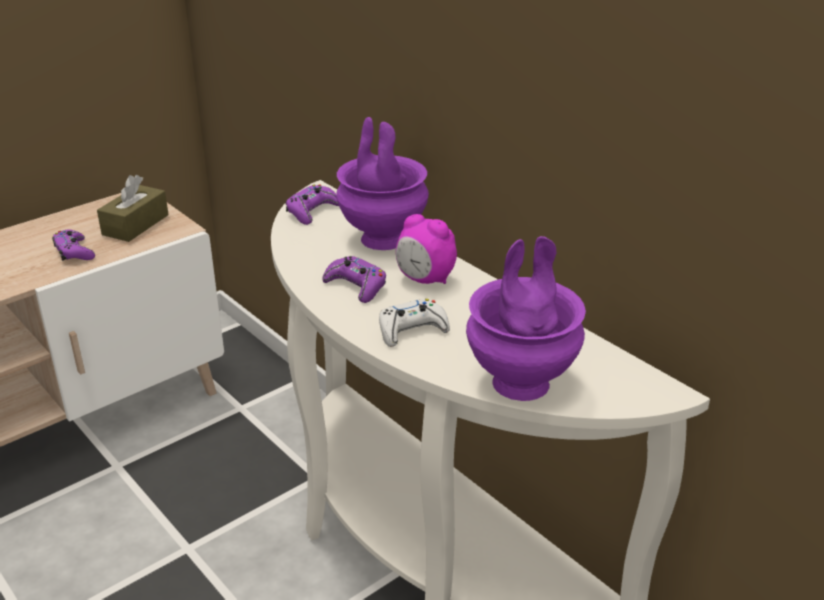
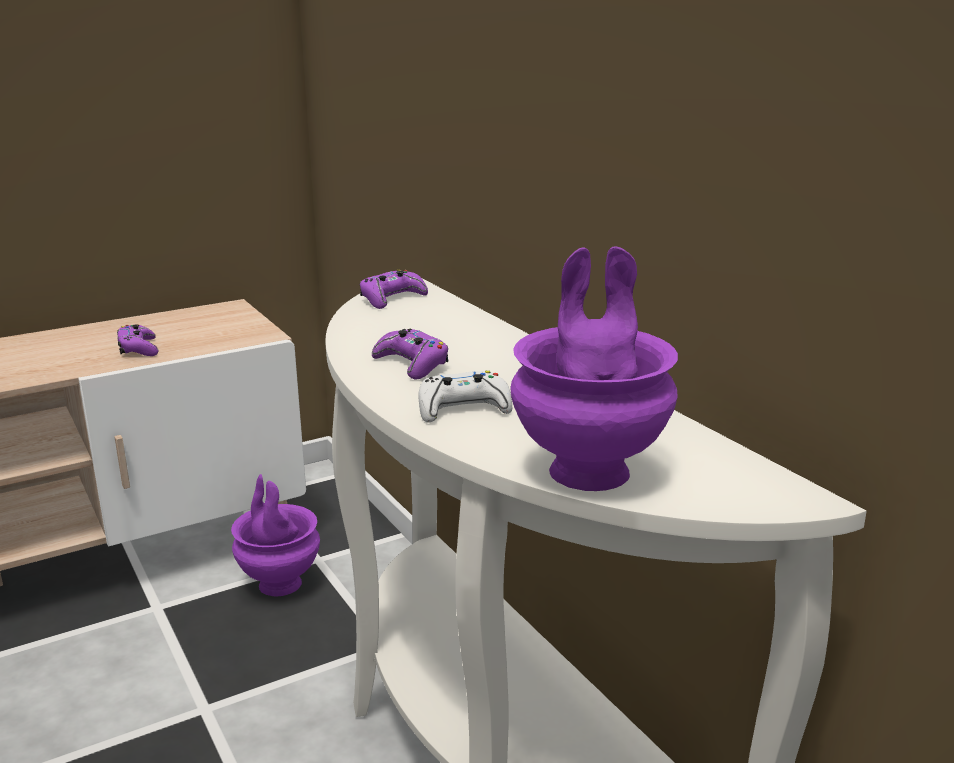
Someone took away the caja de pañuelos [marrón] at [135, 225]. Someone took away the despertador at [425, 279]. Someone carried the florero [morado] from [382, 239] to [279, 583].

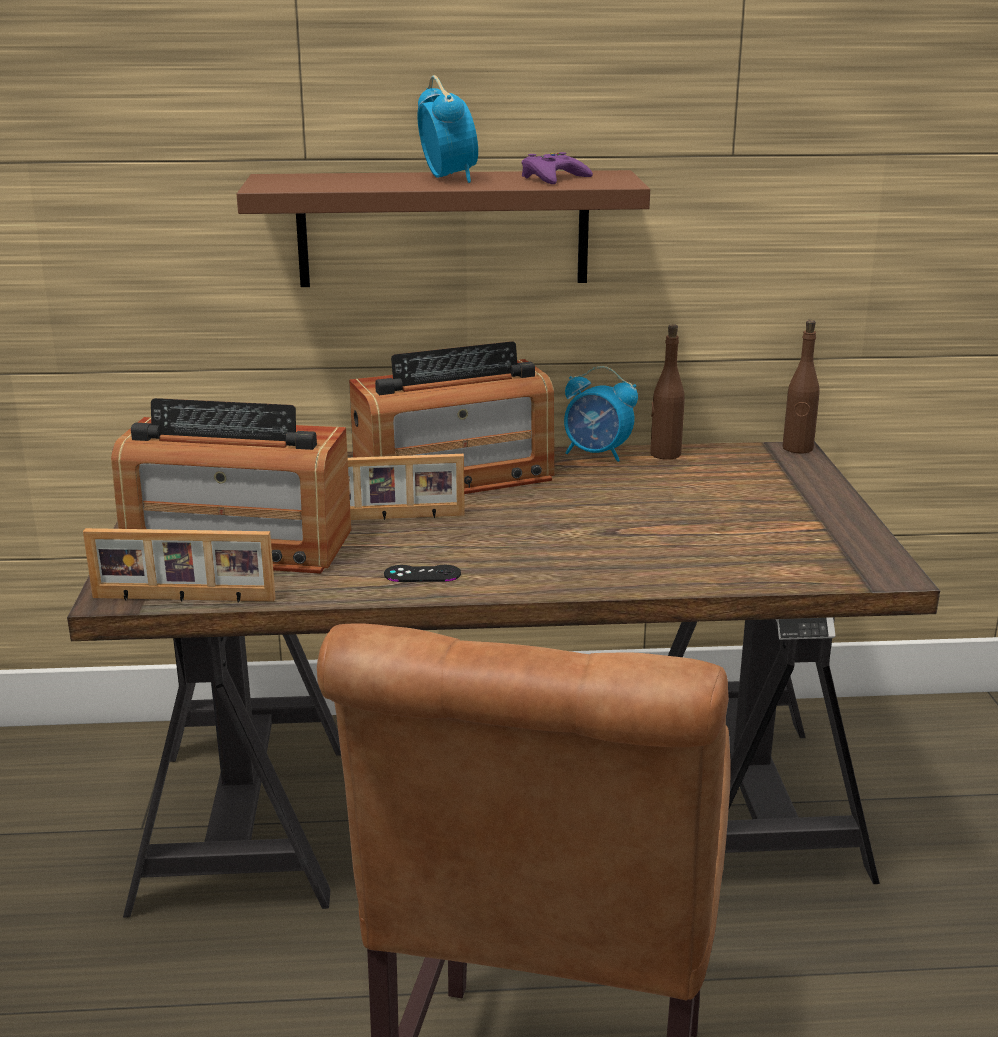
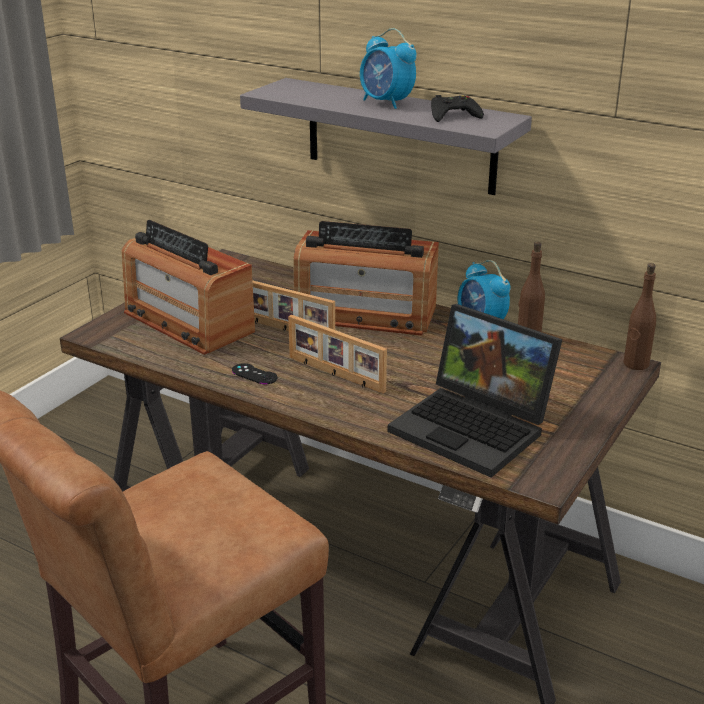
Someone put down the portátil at [475, 428]. Someone carried the portarretratos from [183, 599] to [335, 374]. Someone repainted the estante [marrón] at [443, 229], which became the estante [gris] at [400, 136]. Someone repainted the mando de consola [morado] at [553, 178], which became the mando de consola [negro] at [453, 115]. Someone rotated the despertador at [448, 178] by 120 degrees clockwise.

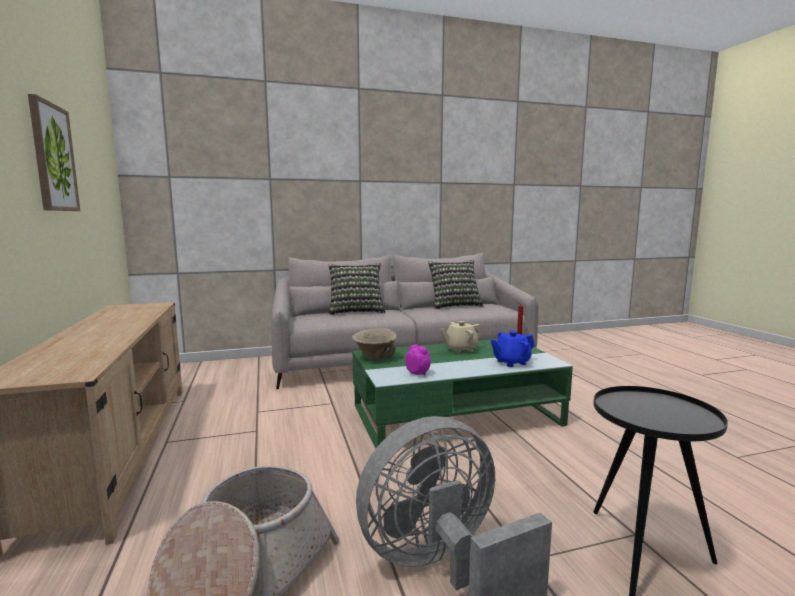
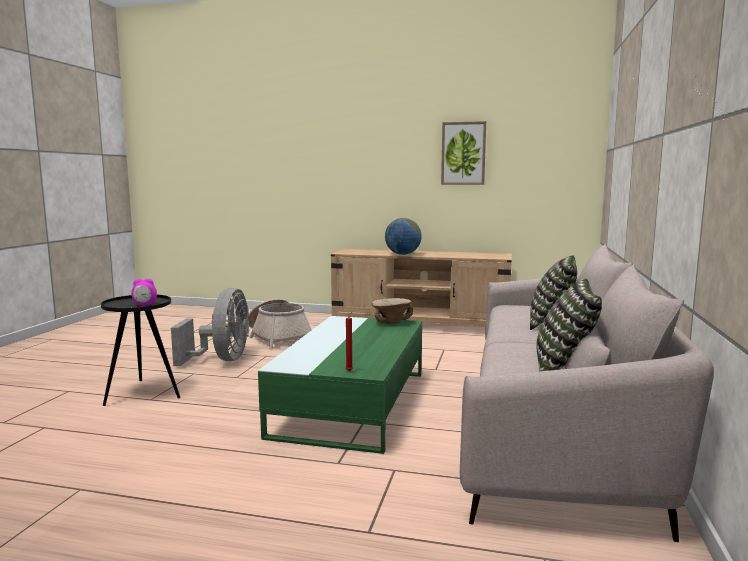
Someone took away the tetera [beis] at [460, 349]. Someone took away the tetera [azul] at [511, 362]. Someone put down the globo terráqueo at [403, 254]. Someone carried the despertador from [418, 373] to [145, 305].

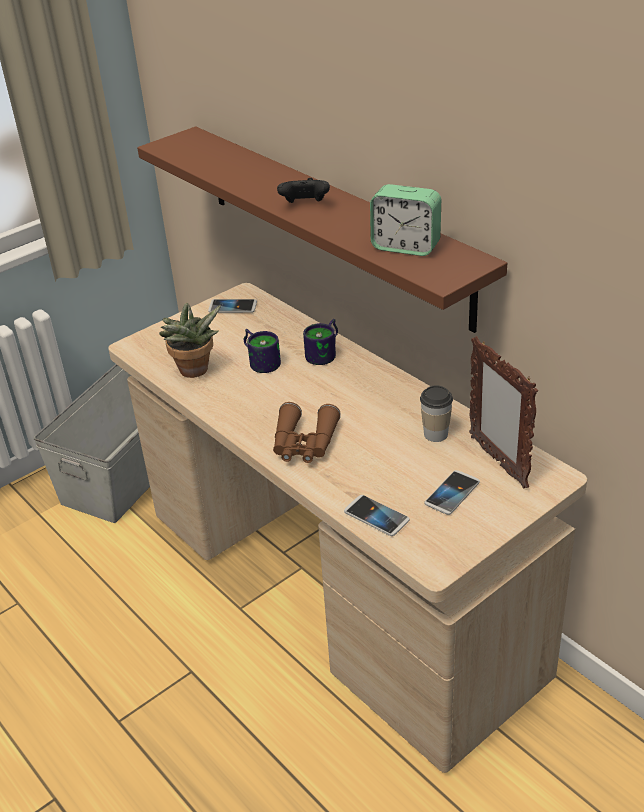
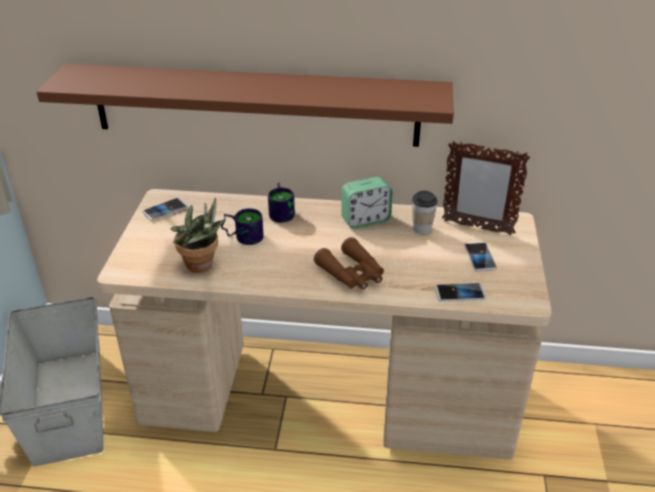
Someone took away the mando de consola [negro] at [305, 205]. Someone carried the despertador from [406, 247] to [365, 220].

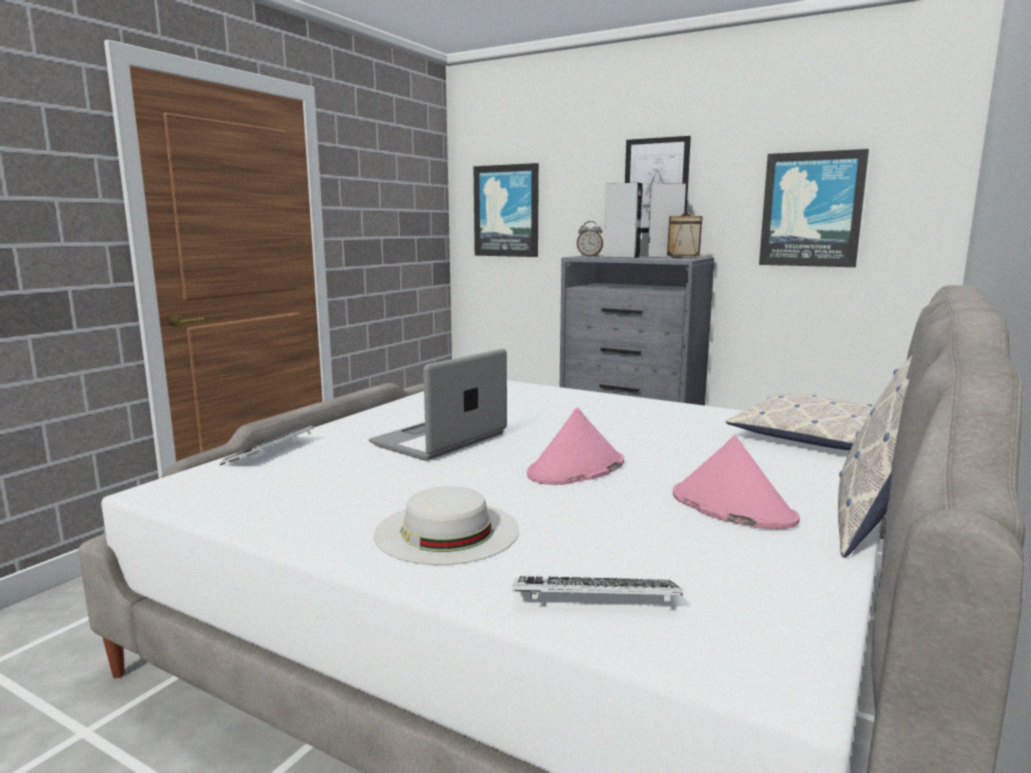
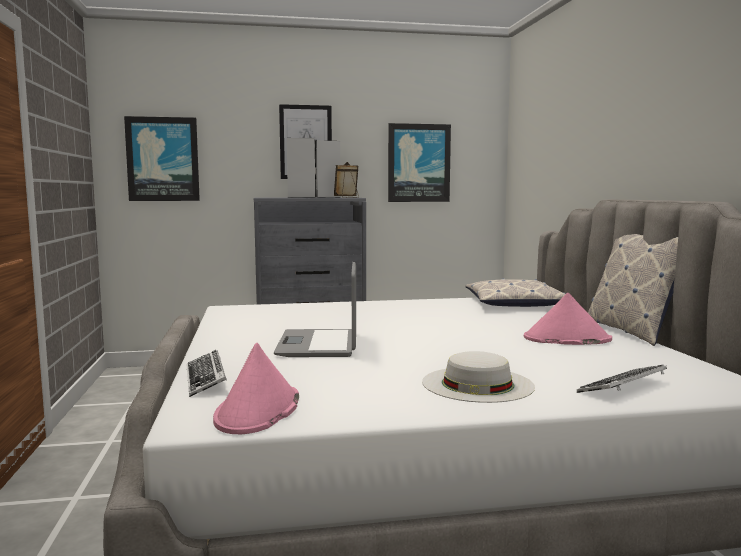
Someone took away the despertador at [589, 256]. Someone carried the sombrero [rosa] from [576, 469] to [258, 411].

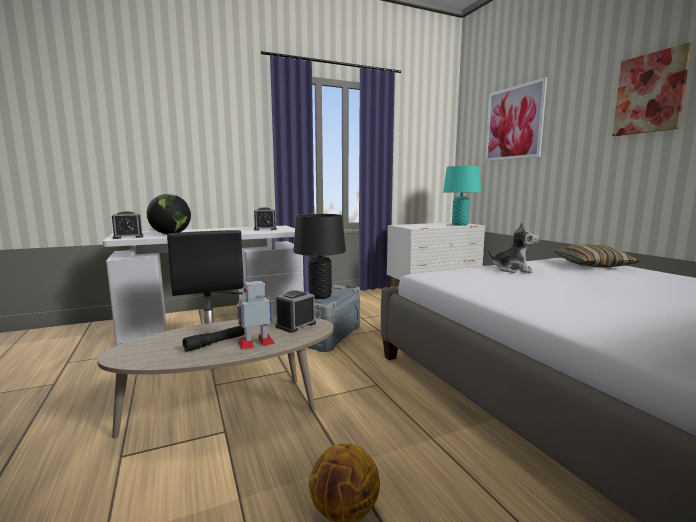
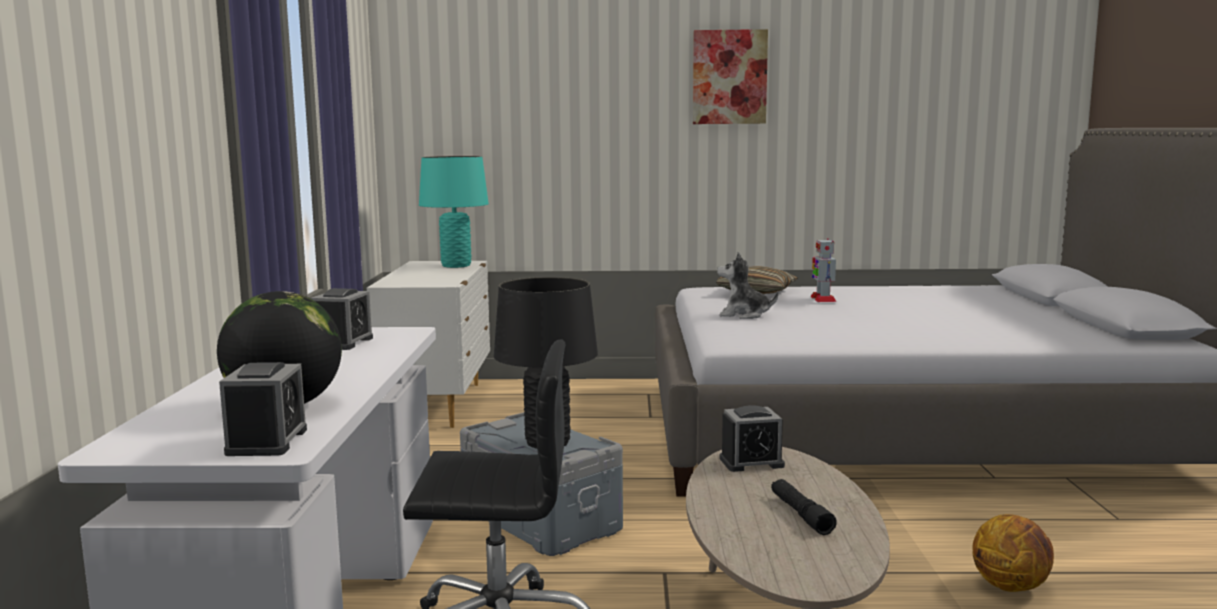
Someone took away the cuadro at [513, 123]. Someone carried the robot de juguete from [256, 343] to [822, 299]. Someone rotated the despertador at [296, 325] by 75 degrees counterclockwise. Someone rotated the peluche at [512, 270] by 120 degrees counterclockwise.

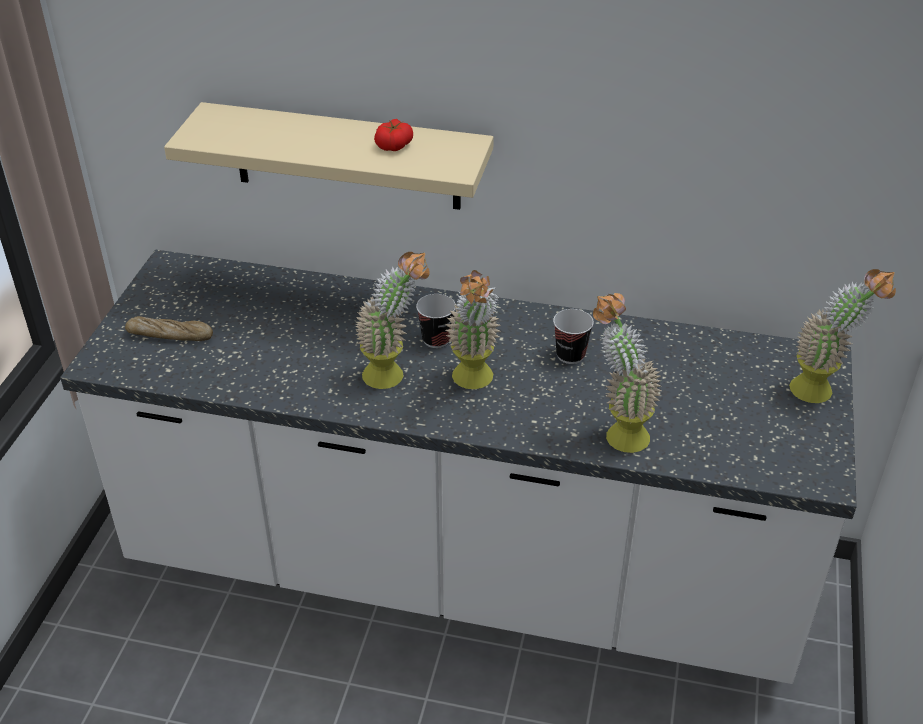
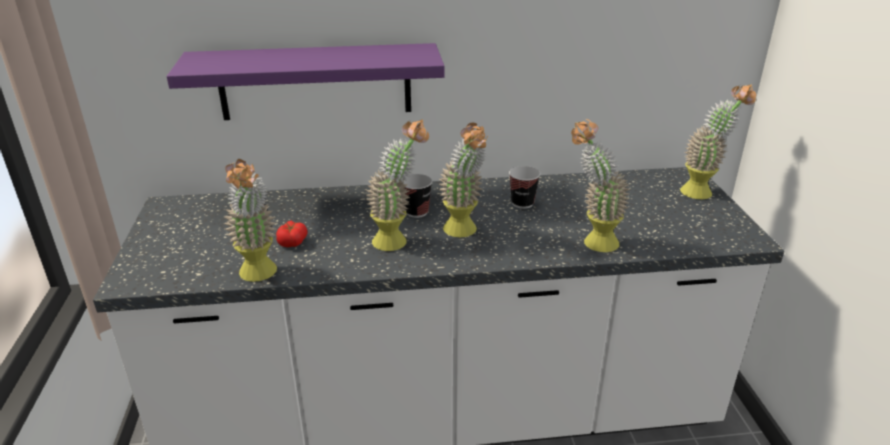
Someone took away the pan at [170, 335]. Someone put down the planta en maceta at [259, 276]. Someone carried the tomate from [394, 145] to [292, 242]. Someone repainted the estante [beis] at [346, 157], which became the estante [morado] at [315, 82].

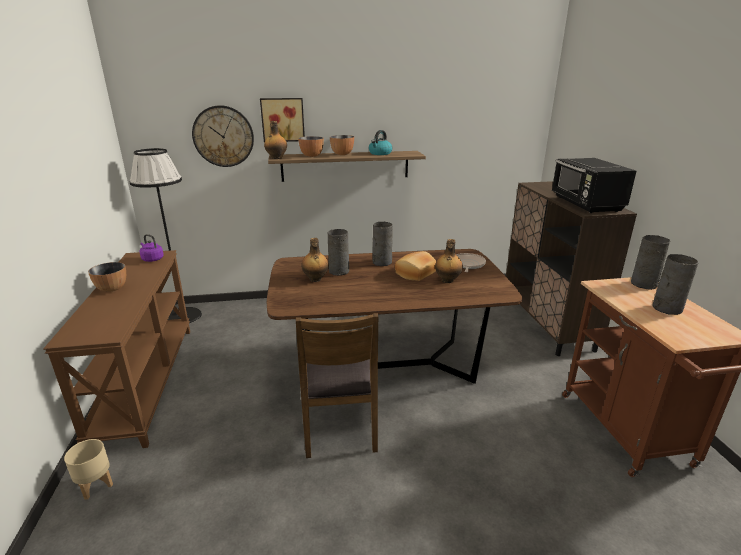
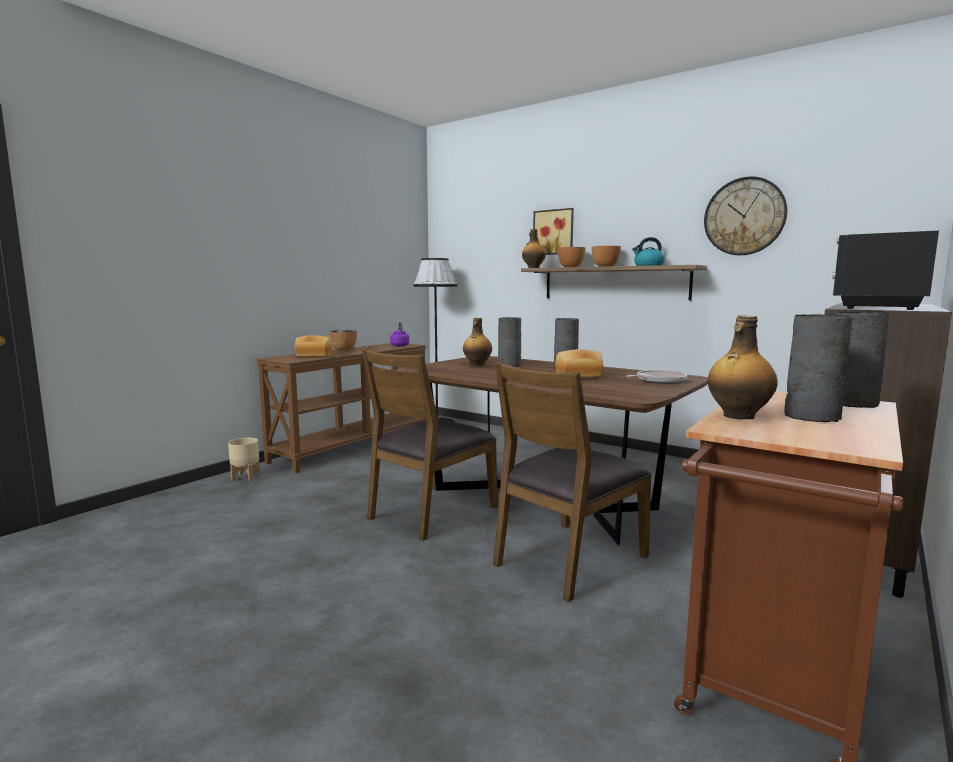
Someone put down the pan at [314, 355]. Someone put down the silla [marrón] at [568, 559]. Someone carried the reloj de pared from [223, 136] to [744, 216]. Someone carried the botella from [447, 280] to [738, 416].

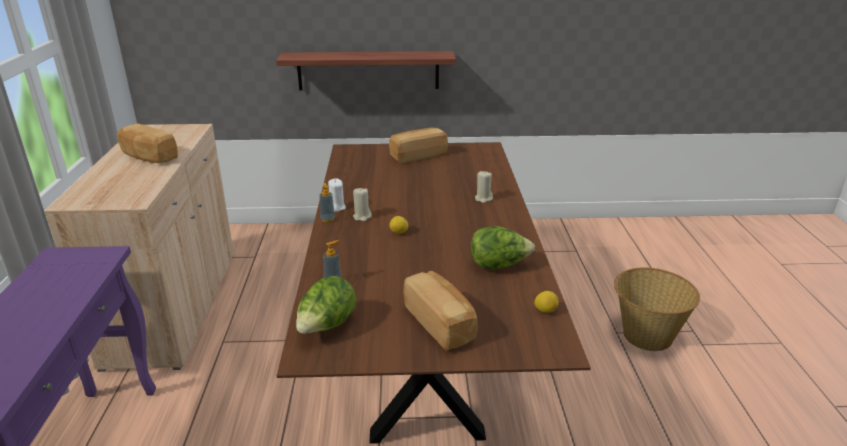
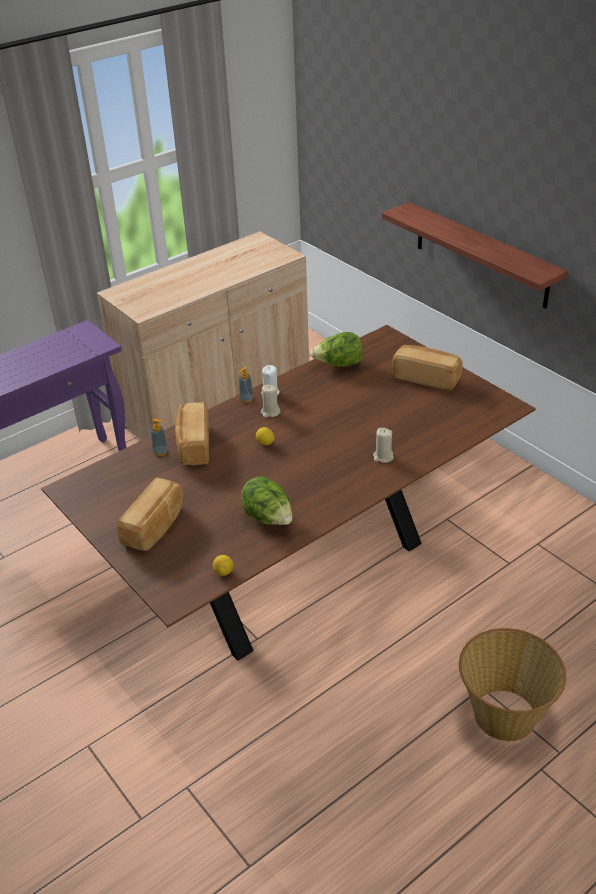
Someone carried the pan from [148, 156] to [193, 446]. Someone carried the lechuga from [326, 327] to [338, 365].

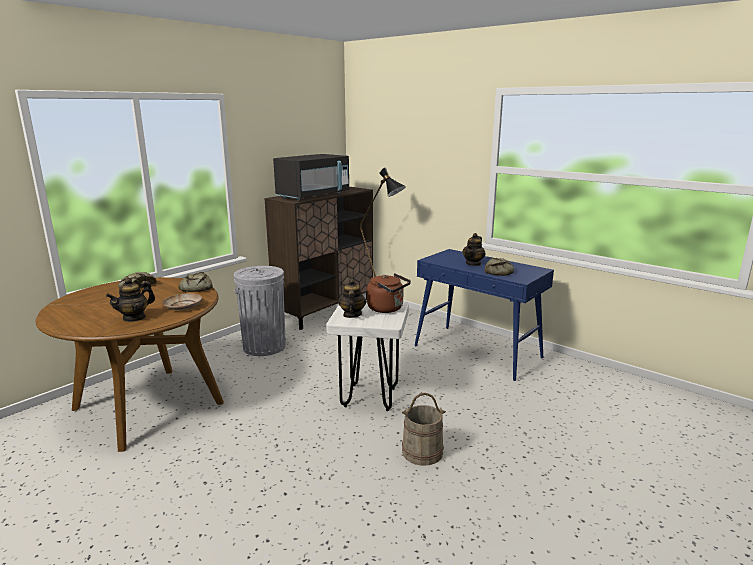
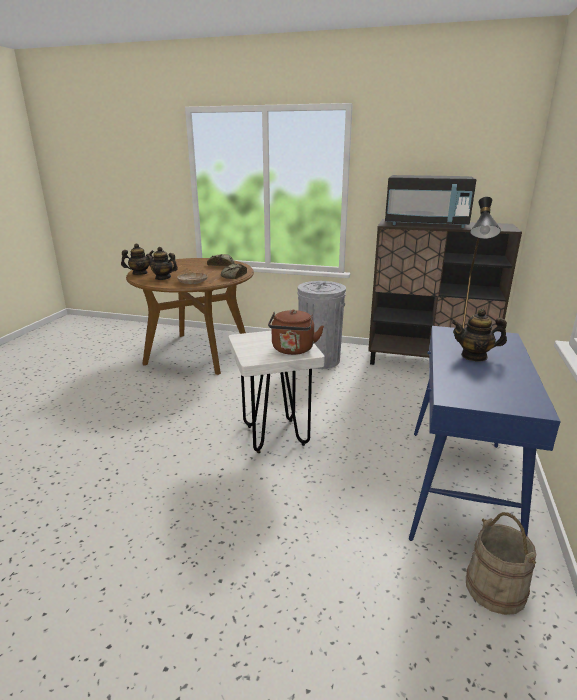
Someone took away the pan at [500, 271]. Someone carried the tetera from [352, 315] to [140, 273]. Someone carried the cubo [beis] from [422, 452] to [495, 588].

